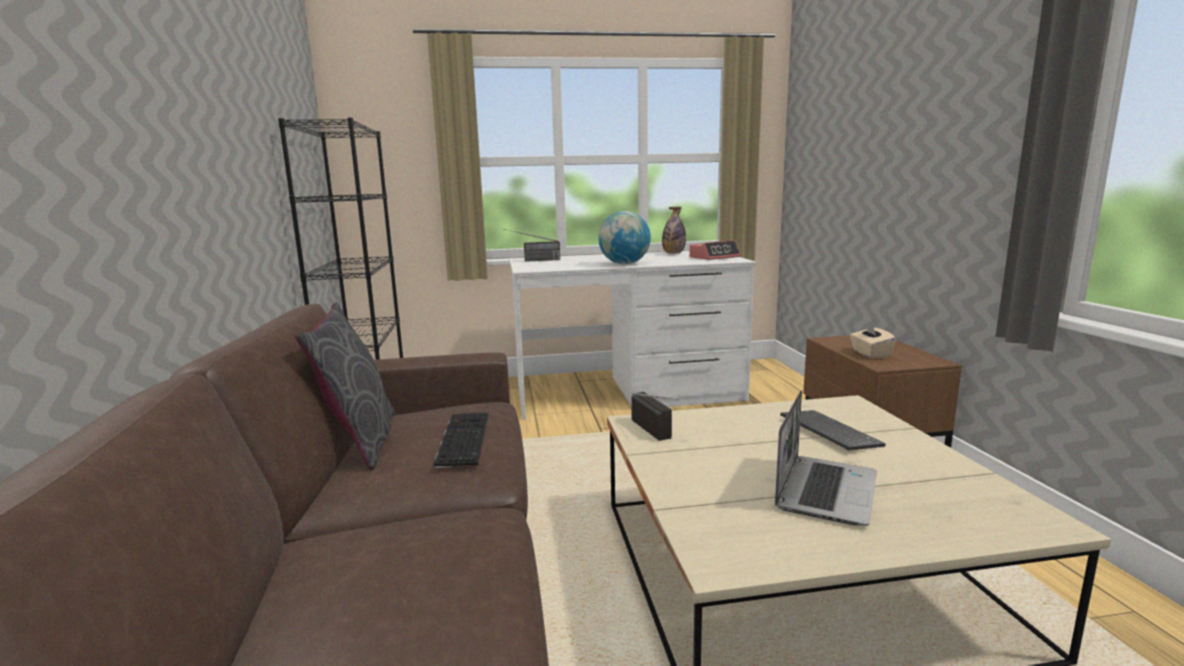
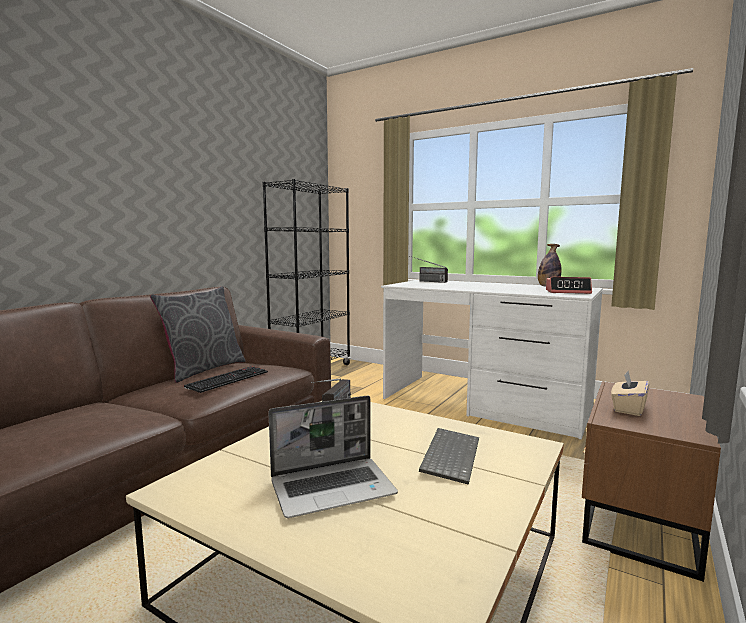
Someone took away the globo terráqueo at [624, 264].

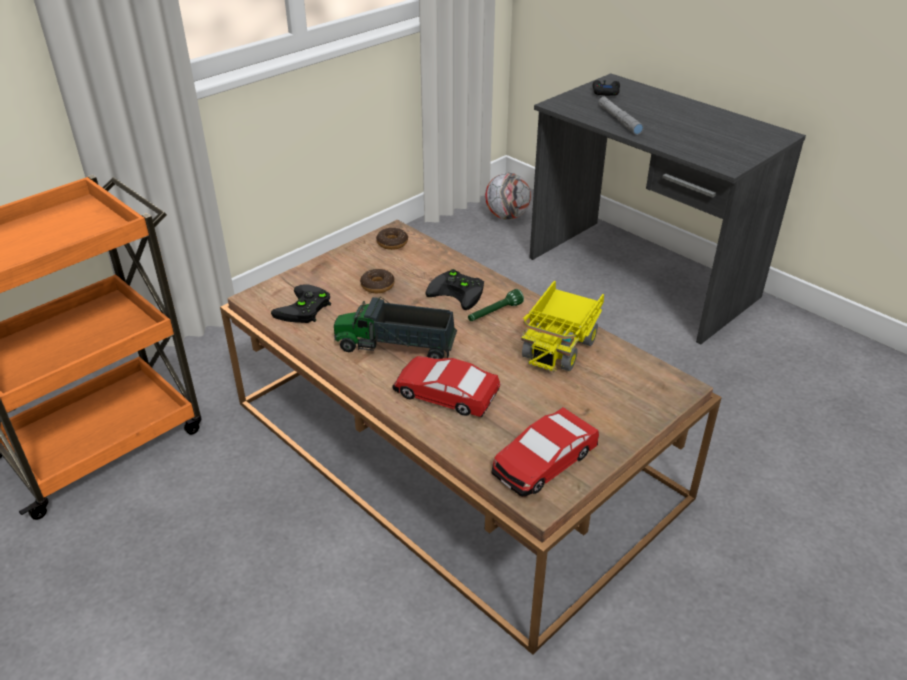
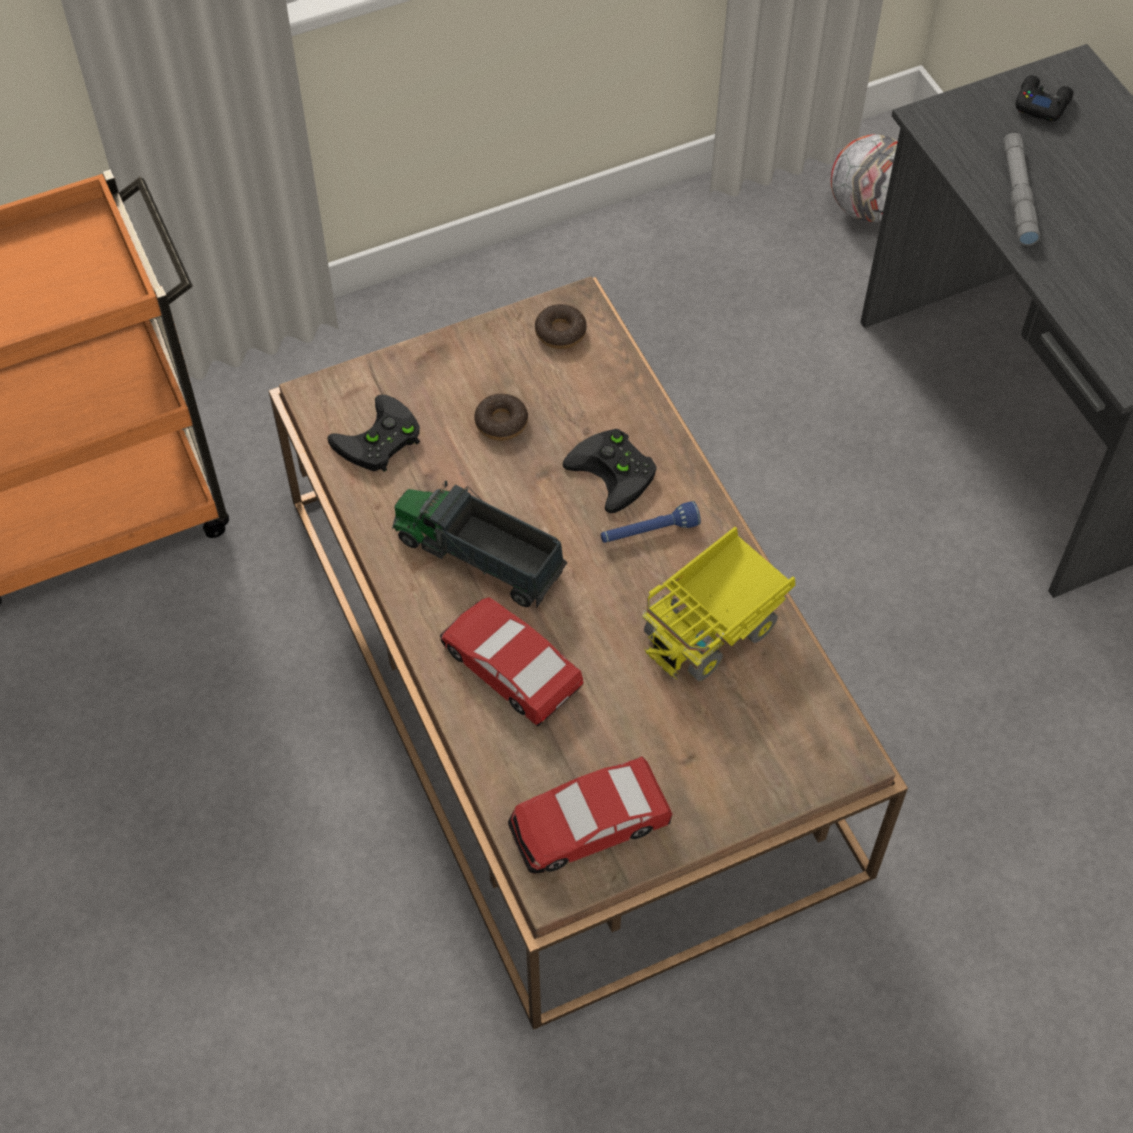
Someone repainted the linterna [verde] at [494, 313], which became the linterna [azul] at [648, 532].

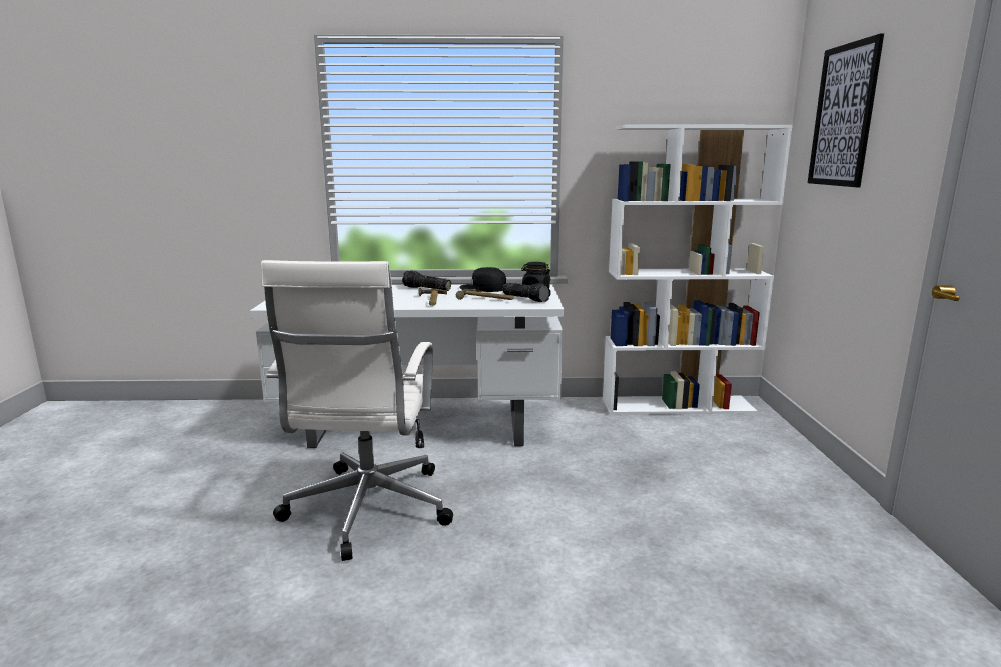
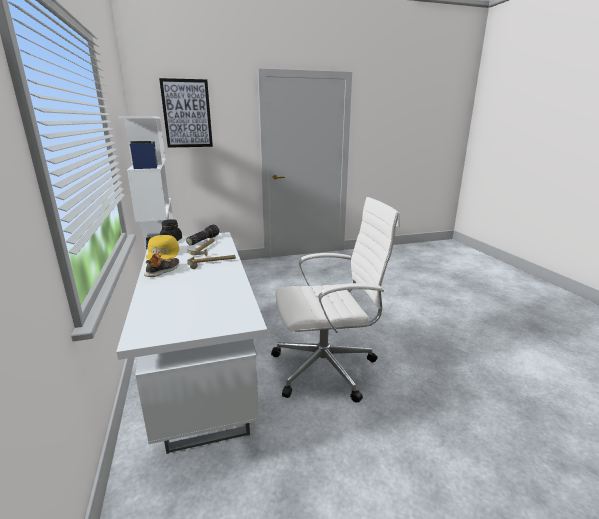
Someone swapped the linterna at [426, 289] for the zapato at [163, 271]. Someone repainted the gorra [negro] at [483, 288], which became the gorra [amarillo] at [163, 253].

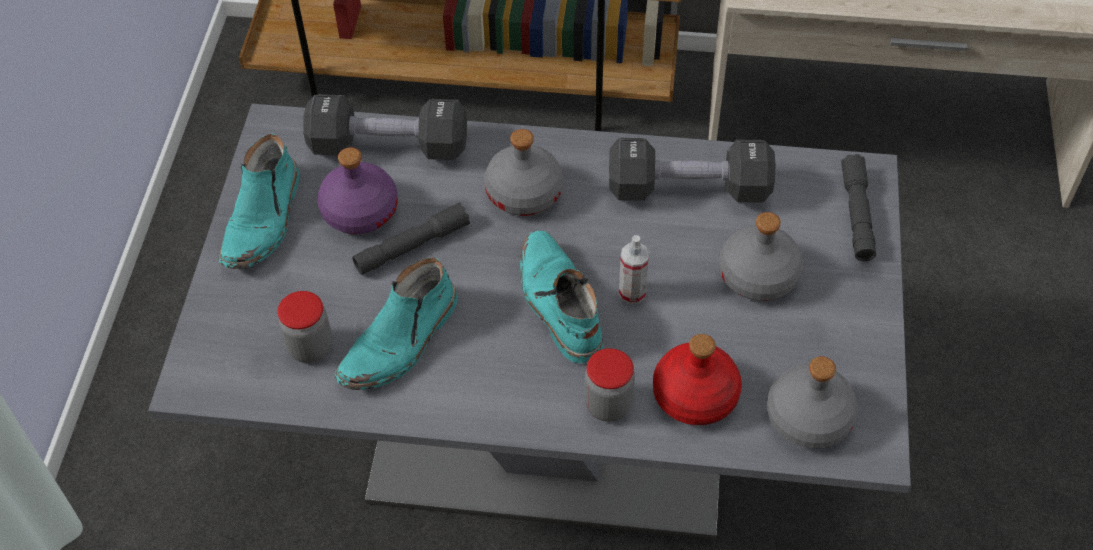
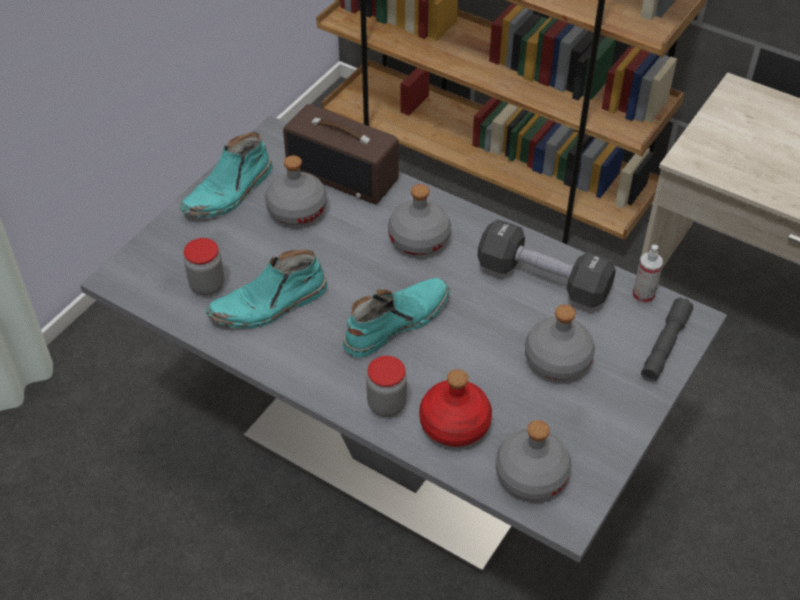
Someone took away the linterna [gris] at [412, 246]. Someone carried the pulverizador from [632, 292] to [643, 295]. Someone swapped the mancuerna [negro] at [389, 146] for the radio at [344, 174]. Someone repainted the botella [morado] at [359, 211], which became the botella [gris] at [296, 209]. Someone rotated the bota [turquesa] at [558, 303] by 45 degrees clockwise.

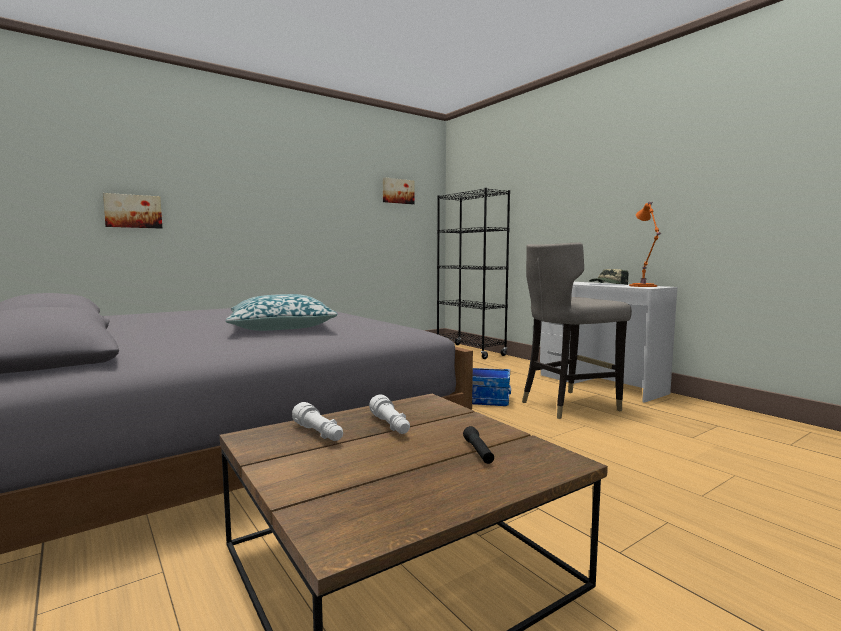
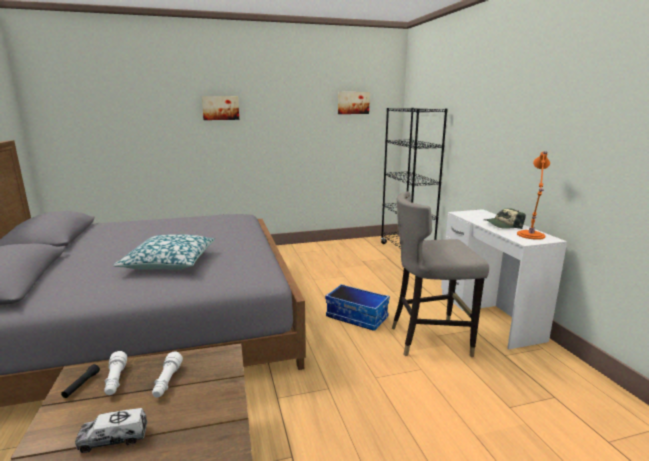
Someone put down the camión de juguete at [114, 438]. Someone carried the cuadro from [133, 211] to [220, 108]. Someone carried the linterna [negro] from [478, 452] to [81, 385].

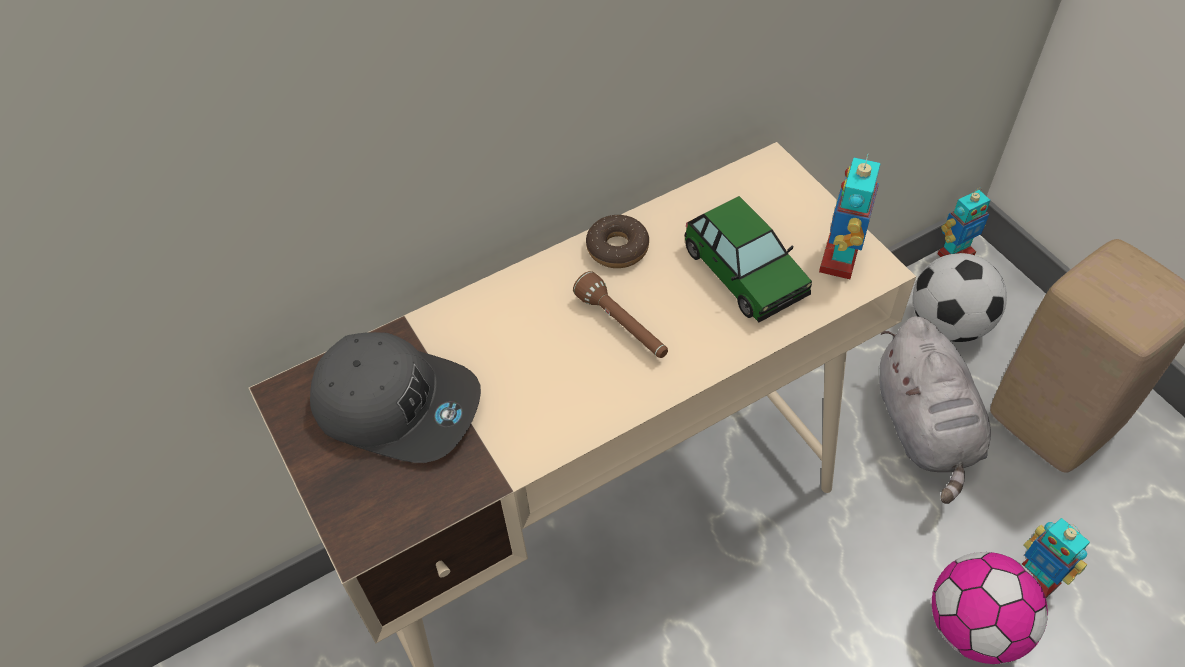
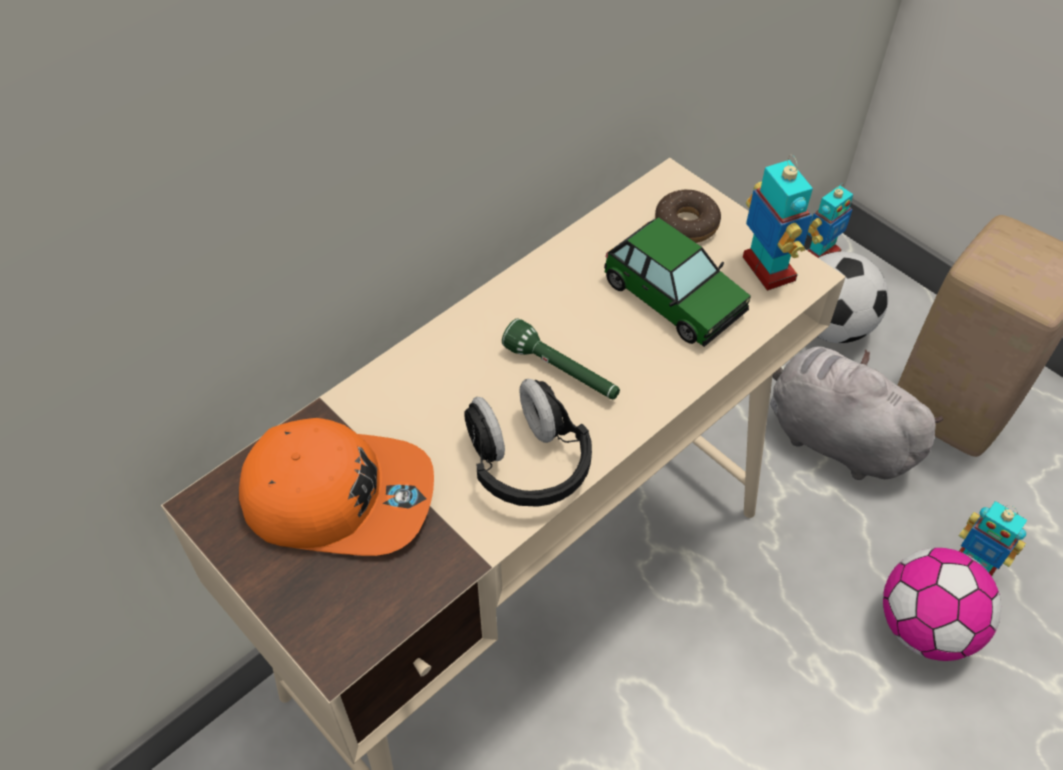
Someone put down the auriculares [negro] at [527, 462]. Someone carried the rosquilla from [617, 248] to [686, 224]. Someone repainted the gorra [gris] at [397, 404], which became the gorra [naranja] at [339, 495]. Someone repainted the linterna [marrón] at [622, 326], which became the linterna [verde] at [562, 372]. Someone rotated the robot de juguete at [840, 259] by 150 degrees clockwise. Someone rotated the peluche [gris] at [925, 429] by 150 degrees clockwise.

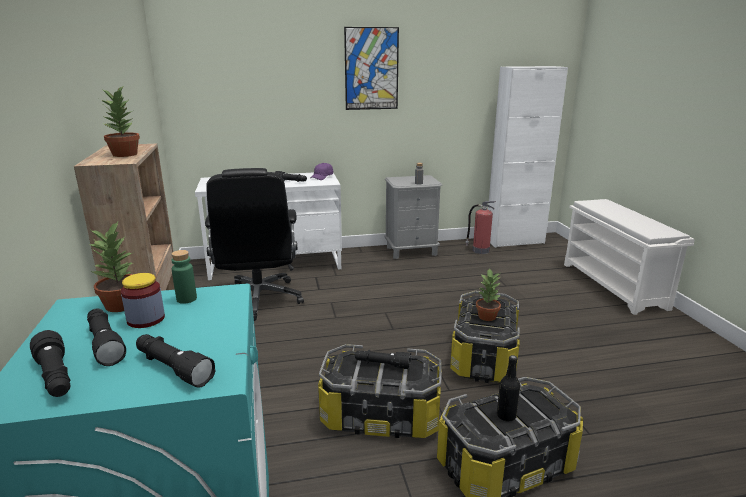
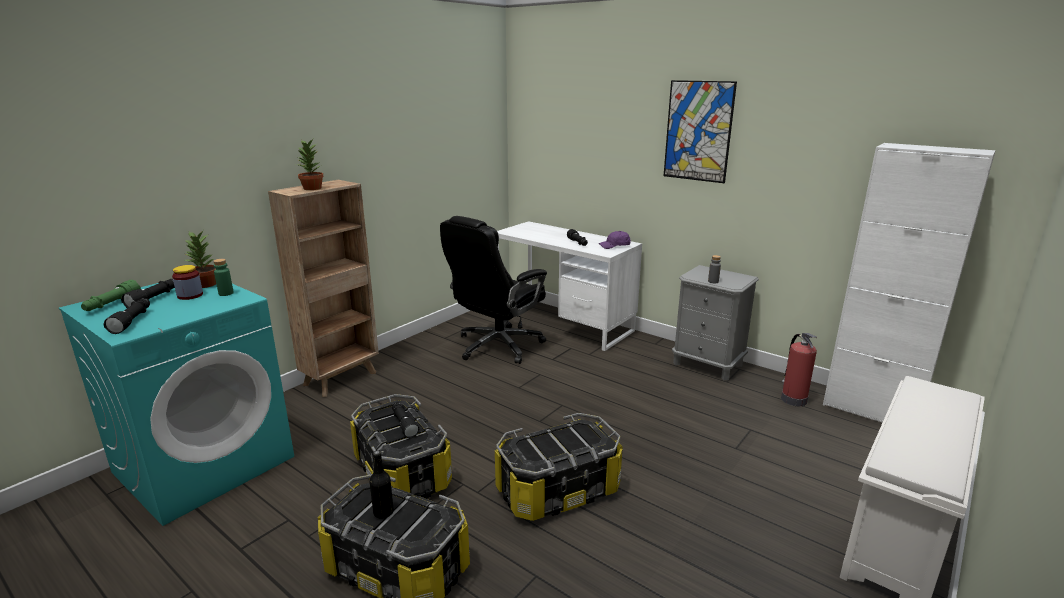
Someone took away the planta en maceta at [487, 316]. Someone repainted the linterna [negro] at [55, 377], which became the linterna [verde] at [112, 304].

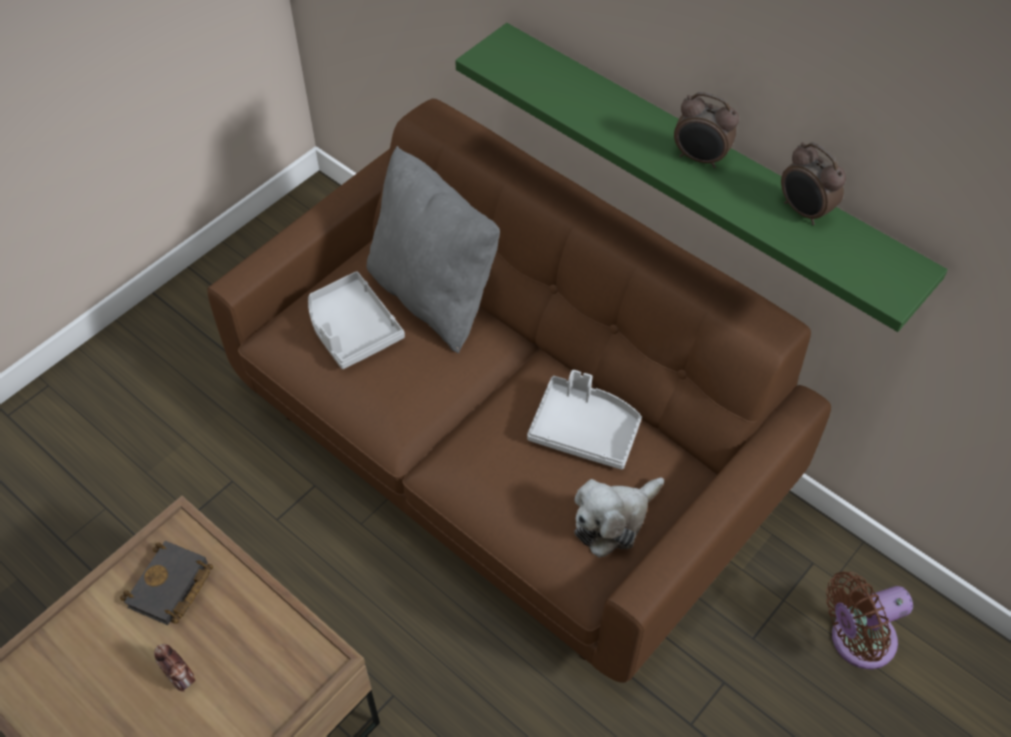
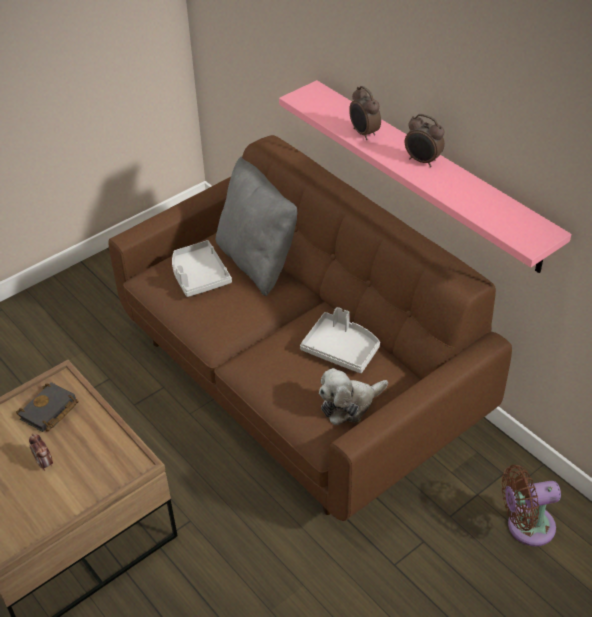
Someone carried the despertador from [803, 211] to [363, 133]. Someone repainted the estante [verde] at [701, 169], which became the estante [rosa] at [429, 174].

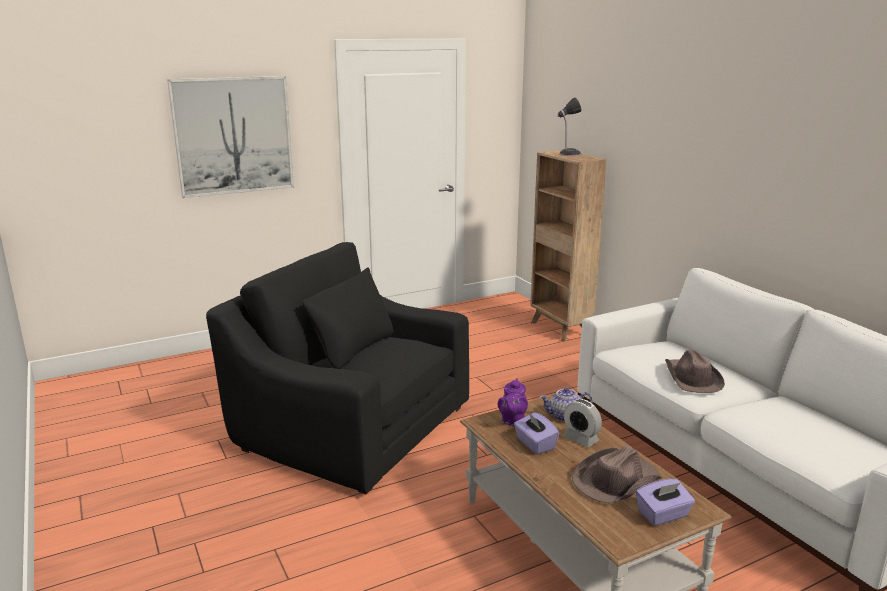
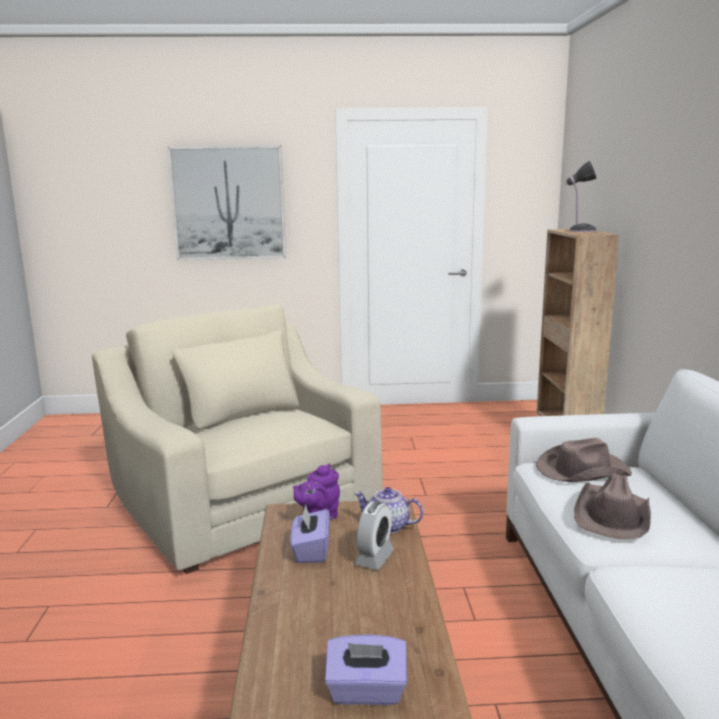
Someone carried the sombrero [marrón] from [615, 481] to [581, 470]. Someone repainted the sillón [negro] at [351, 426], which became the sillón [beis] at [244, 502]. Someone rotated the despertador at [581, 439] by 135 degrees counterclockwise.

